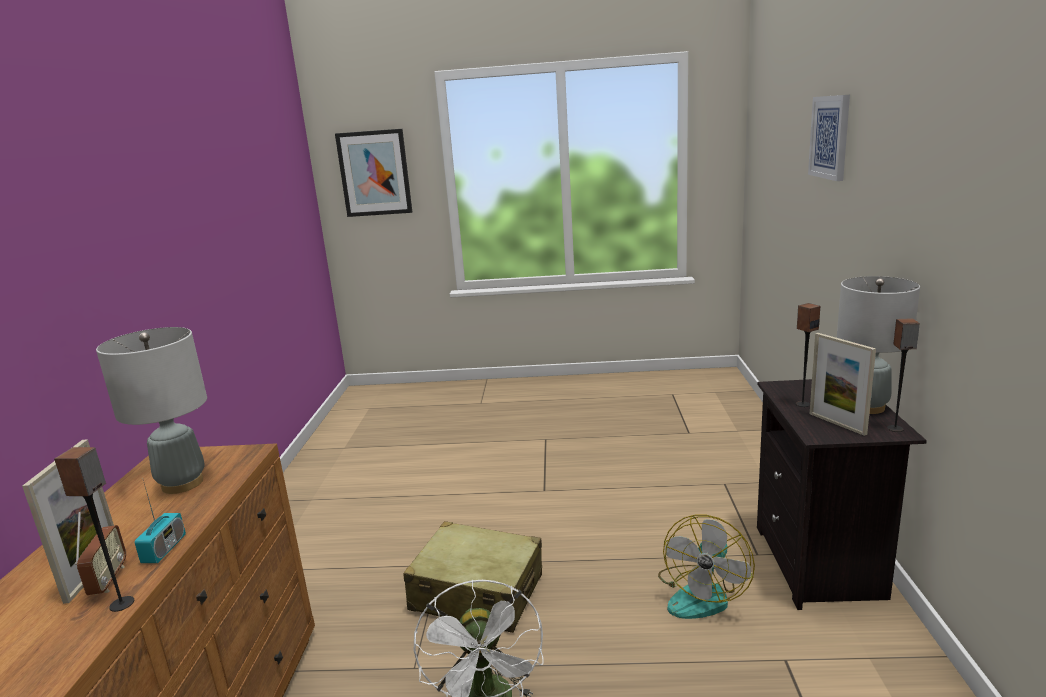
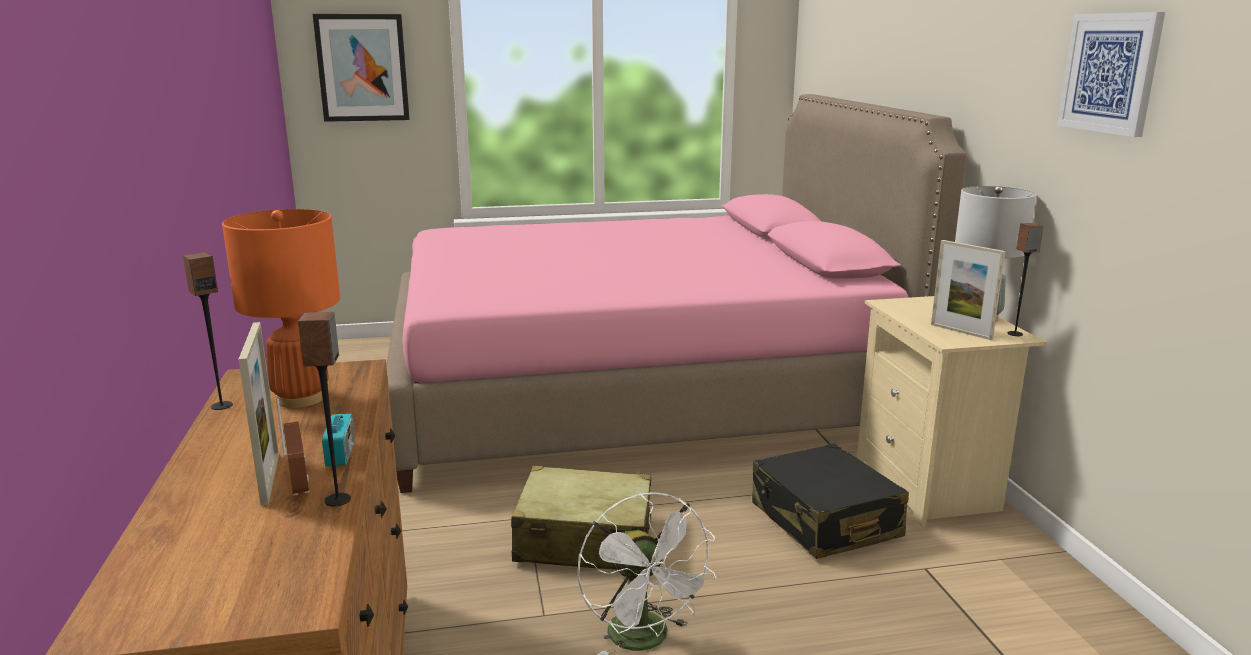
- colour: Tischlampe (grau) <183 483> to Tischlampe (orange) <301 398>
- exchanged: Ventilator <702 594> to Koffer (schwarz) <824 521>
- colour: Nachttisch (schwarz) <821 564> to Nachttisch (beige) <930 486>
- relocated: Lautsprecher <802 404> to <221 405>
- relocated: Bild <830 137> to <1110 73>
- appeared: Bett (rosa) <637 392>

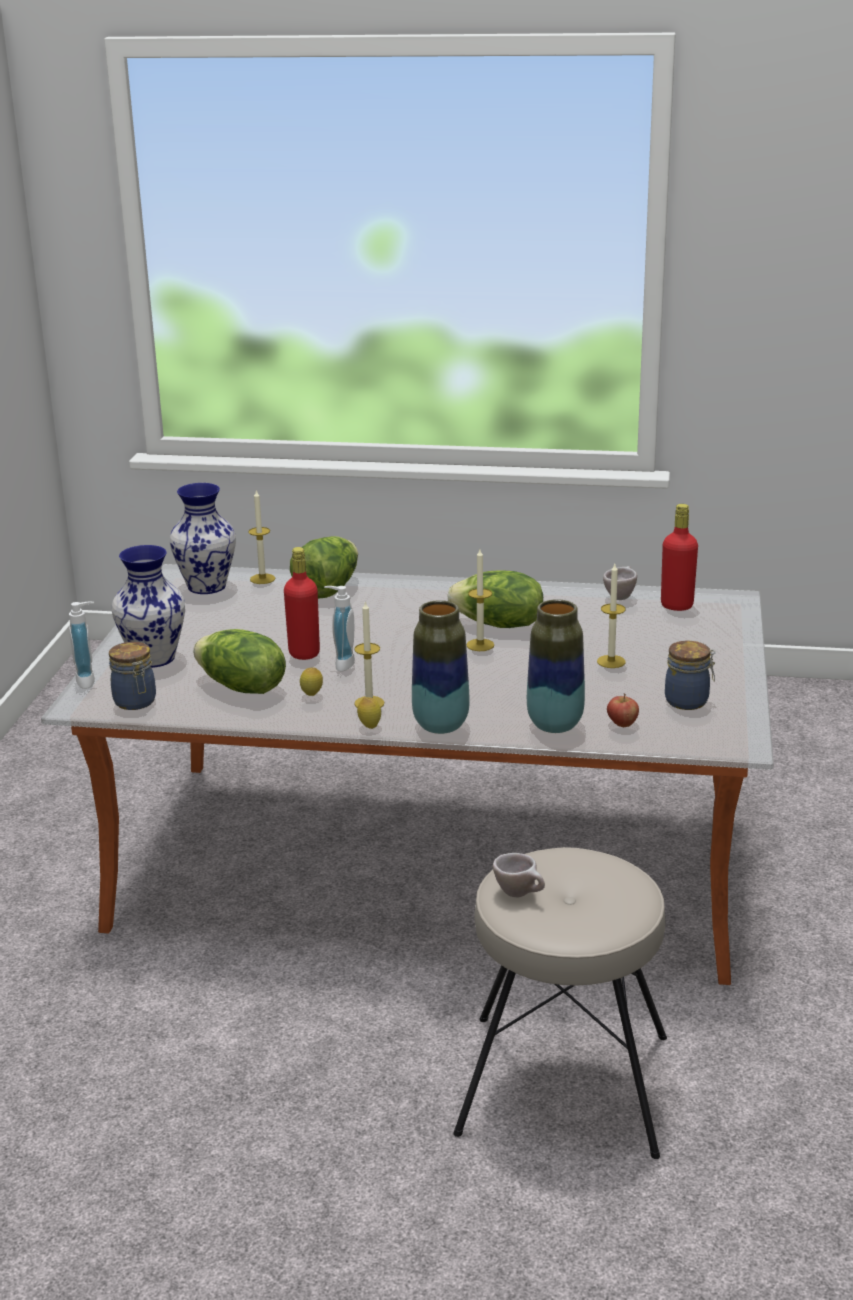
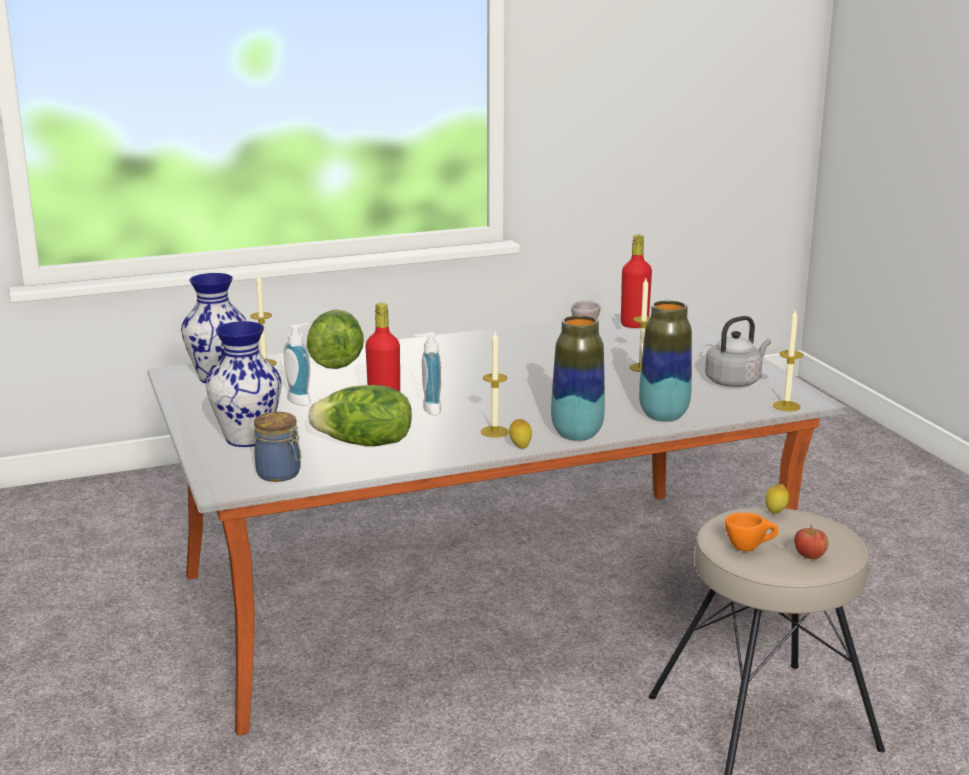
- relocated: Seifenspender <89 680> to <302 400>
- relocated: Zitrone <312 695> to <775 513>
- missing: Salatkopf <498 625>
- relocated: Kerze <480 645> to <786 406>
- colour: Tasse (beige) <520 894> to Tasse (orange) <749 548>
- relocated: Apfel <622 724> to <809 556>
- exchanged: Vorratsglas <688 701> to Wasserkessel (grau) <735 381>

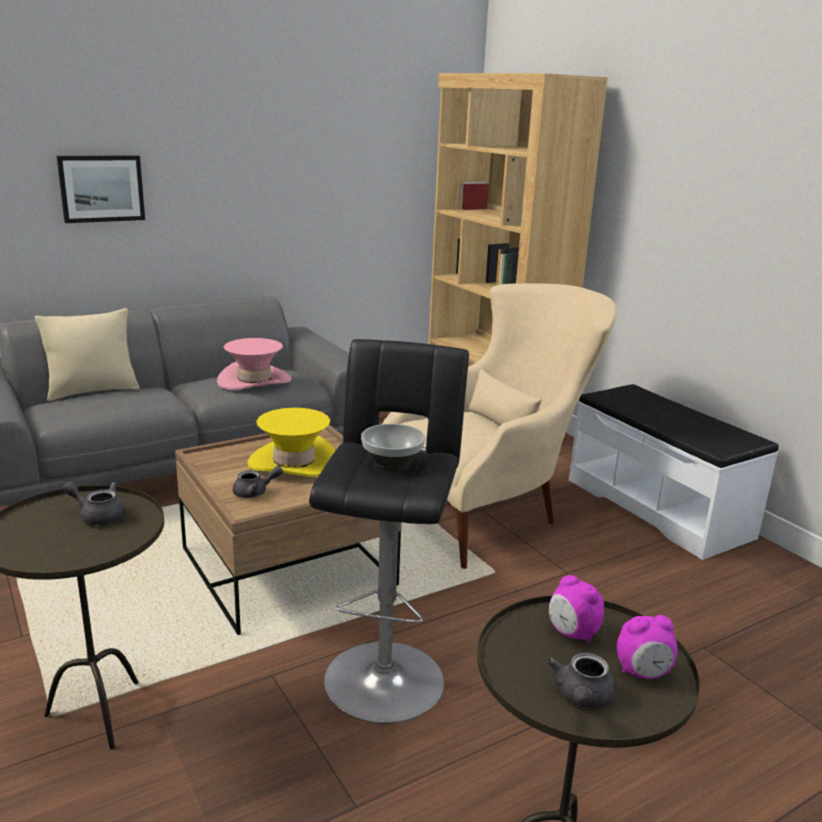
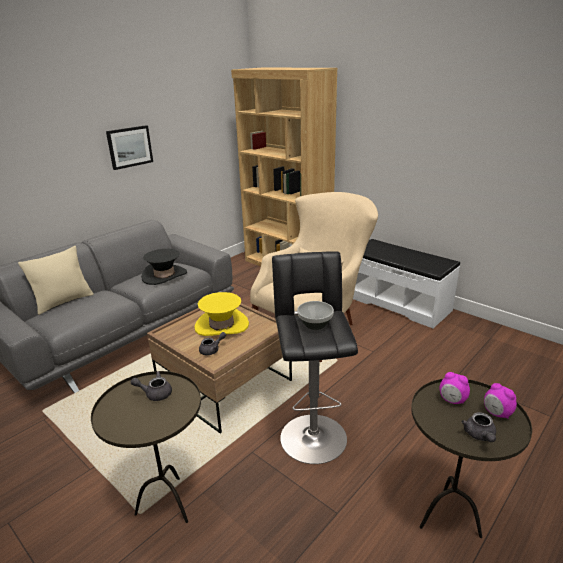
- relocated: Bild <101 188> to <129 147>
- colour: Hut (rosa) <254 380> to Hut (schwarz) <164 275>
- spun: Wecker <643 673> = <497 413> 75 degrees clockwise

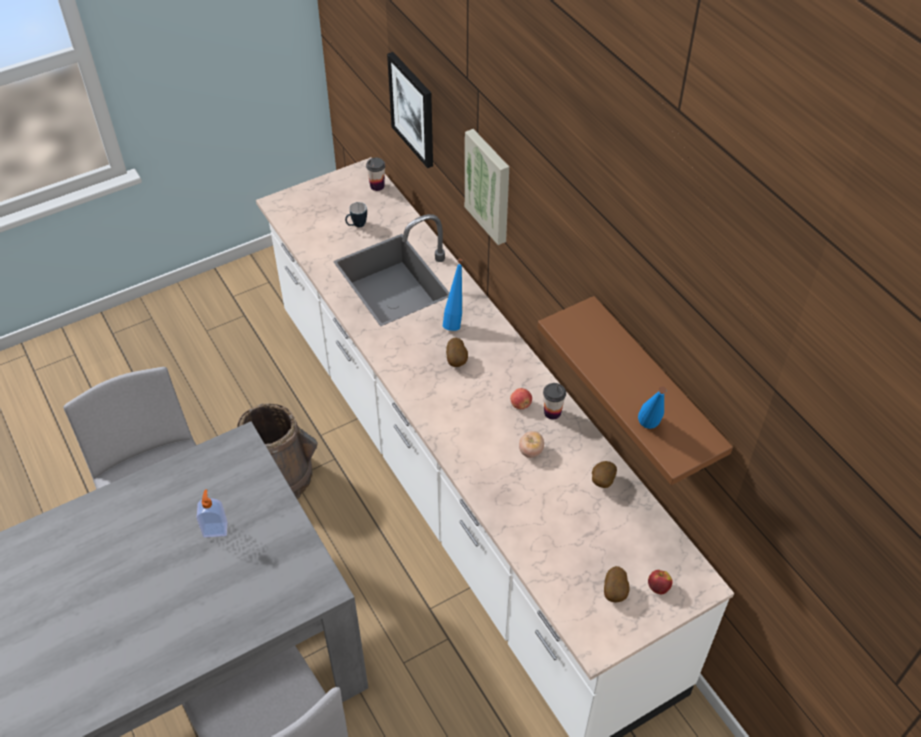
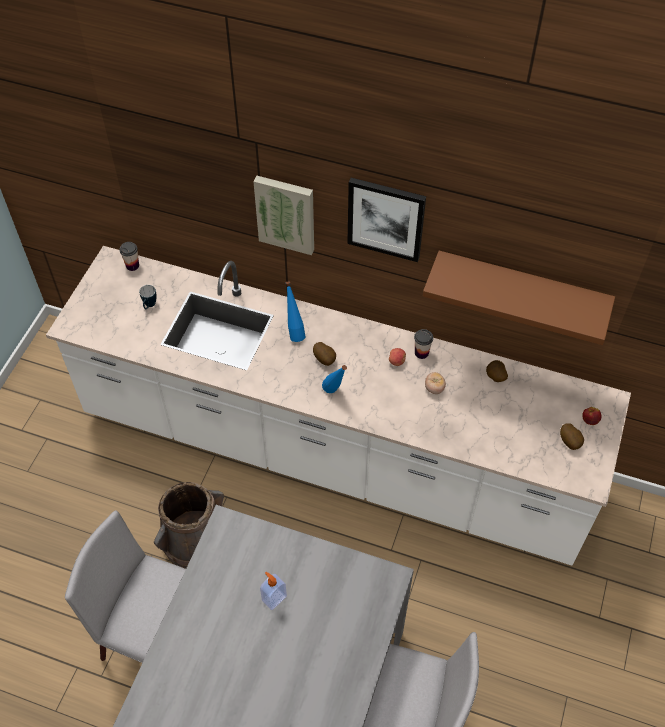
- relocated: Bild <413 109> to <386 218>
- relocated: Flasche (blau) <649 431> to <335 393>

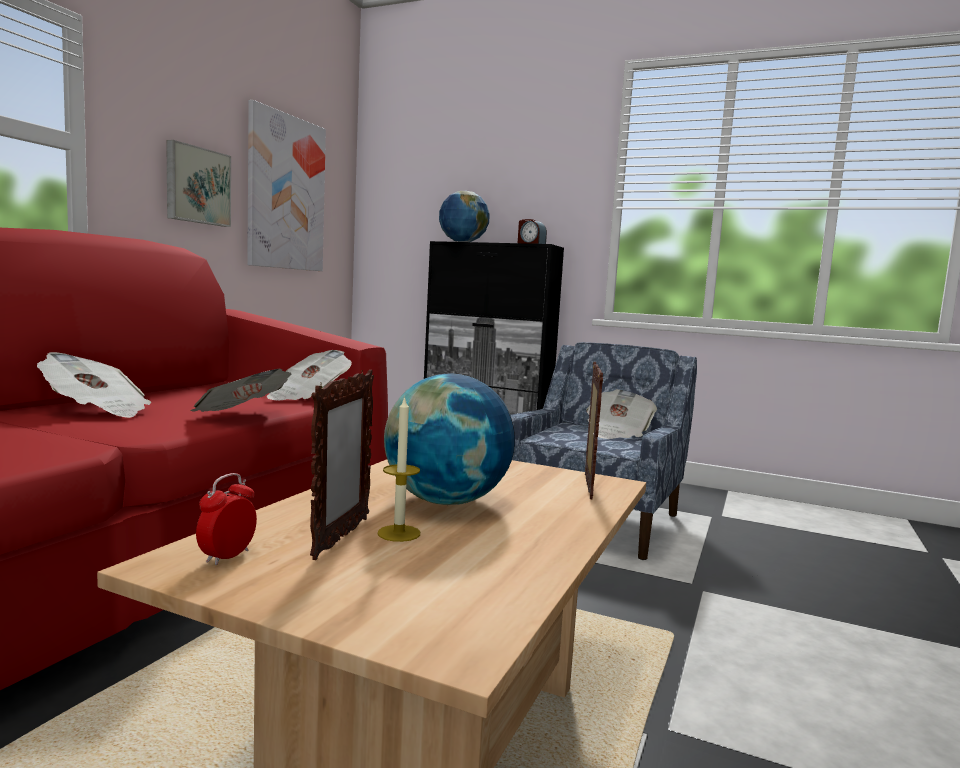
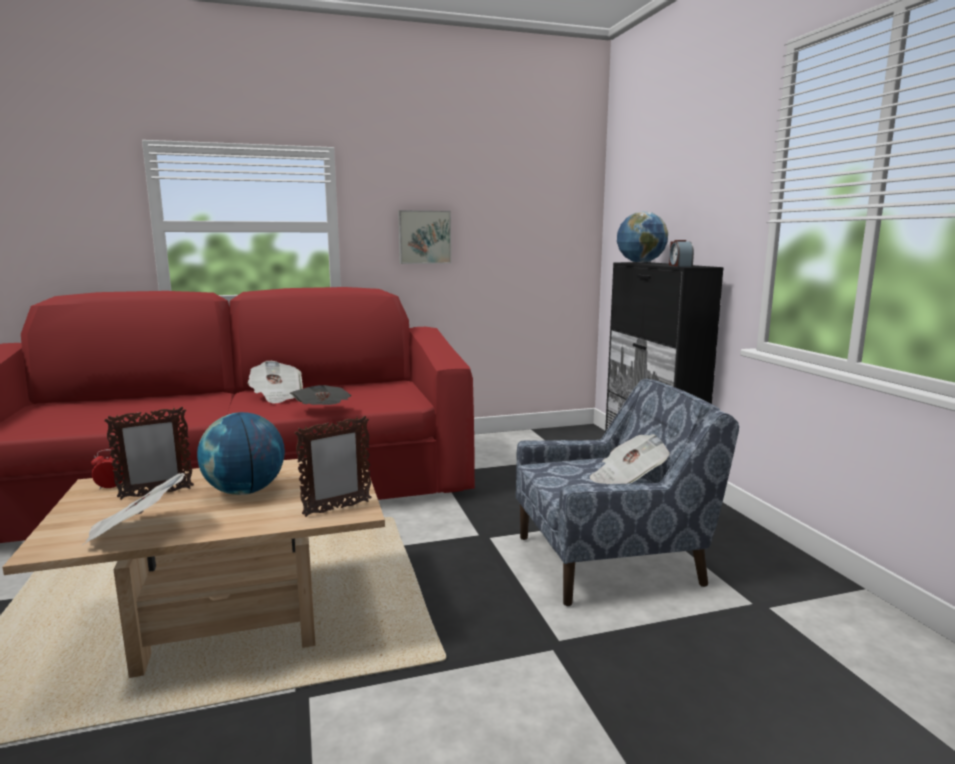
- missing: Bild <285 193>
- relocated: Zeitung <308 397> to <136 532>
- missing: Kerze <399 533>

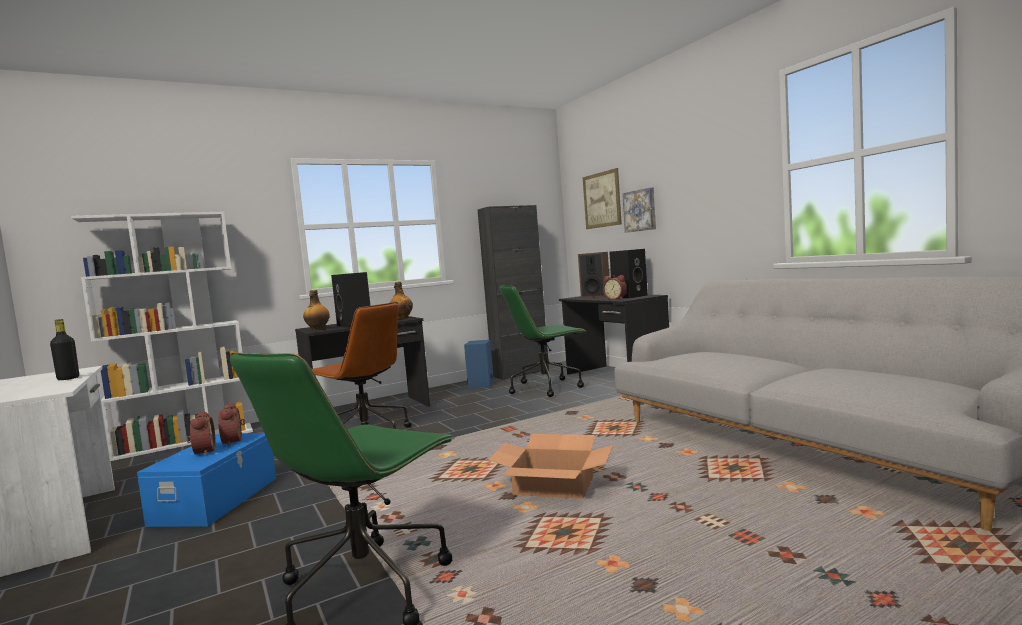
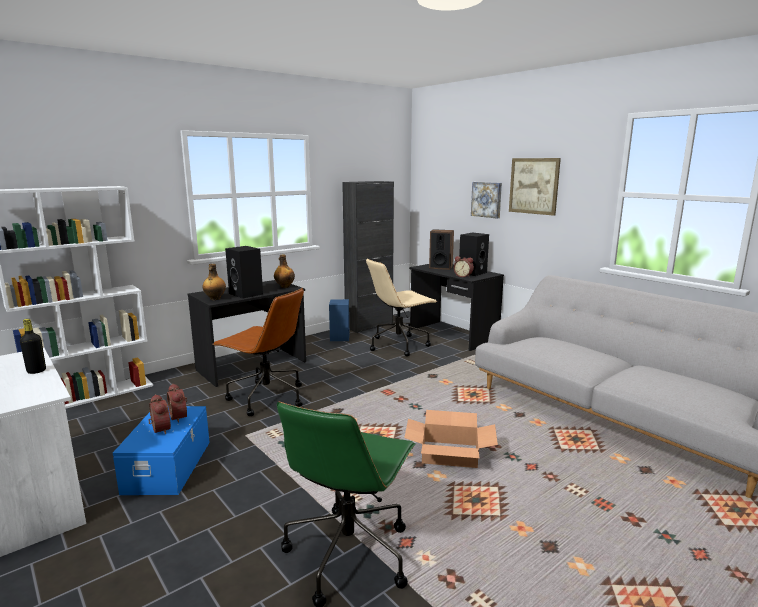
- colour: Bürostuhl (grün) <546 387> to Bürostuhl (beige) <399 345>
- relocated: Bild <602 200> to <533 186>

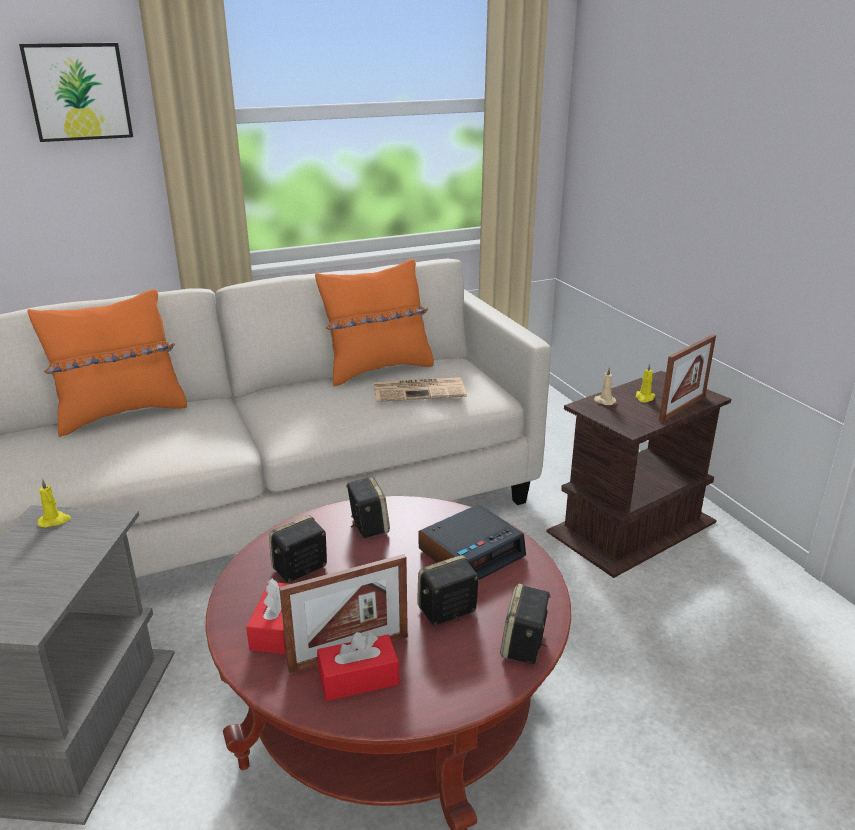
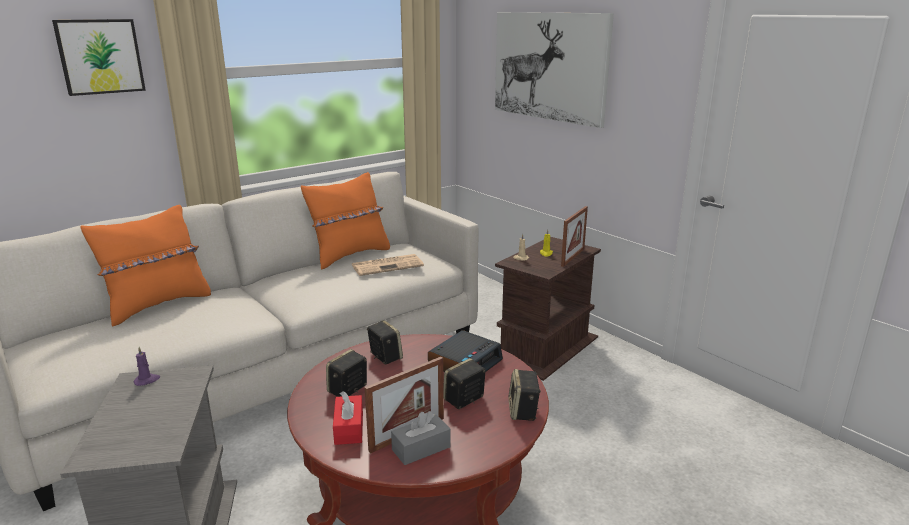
- colour: Kerze (gelb) <55 520> to Kerze (lila) <147 380>
- colour: Taschentuchbox (rot) <358 679> to Taschentuchbox (grau) <421 448>
- appeared: Bild <549 66>

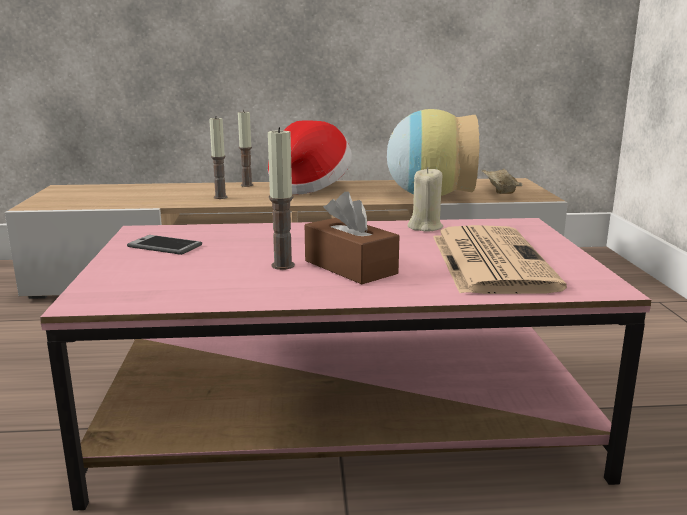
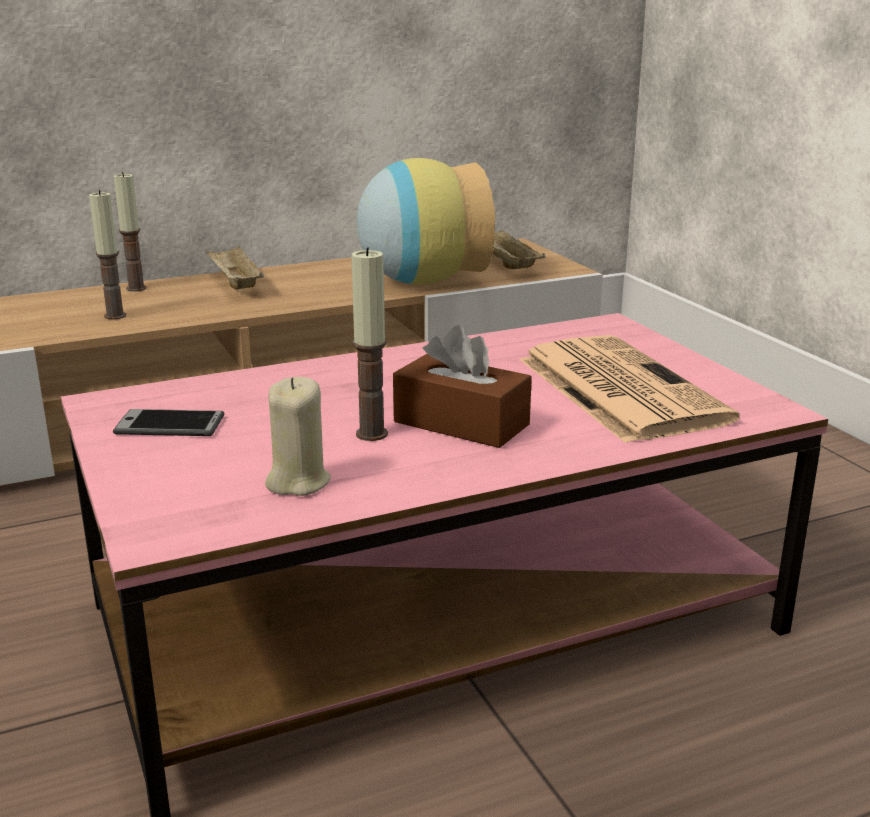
- exchanged: Hut <307 187> to Tablett (beige) <235 284>
- relocated: Kerze (beige) <425 227> to <298 482>

